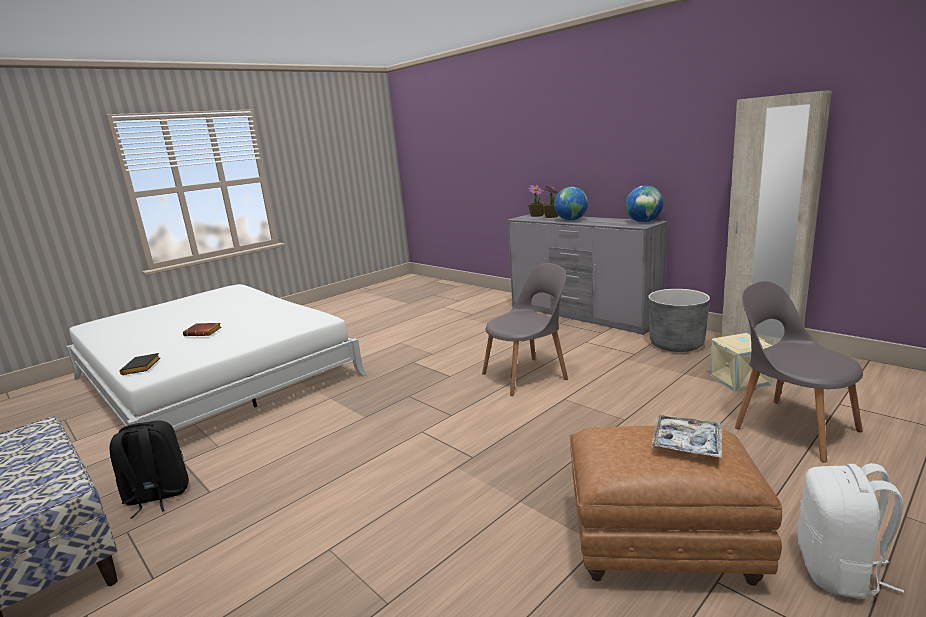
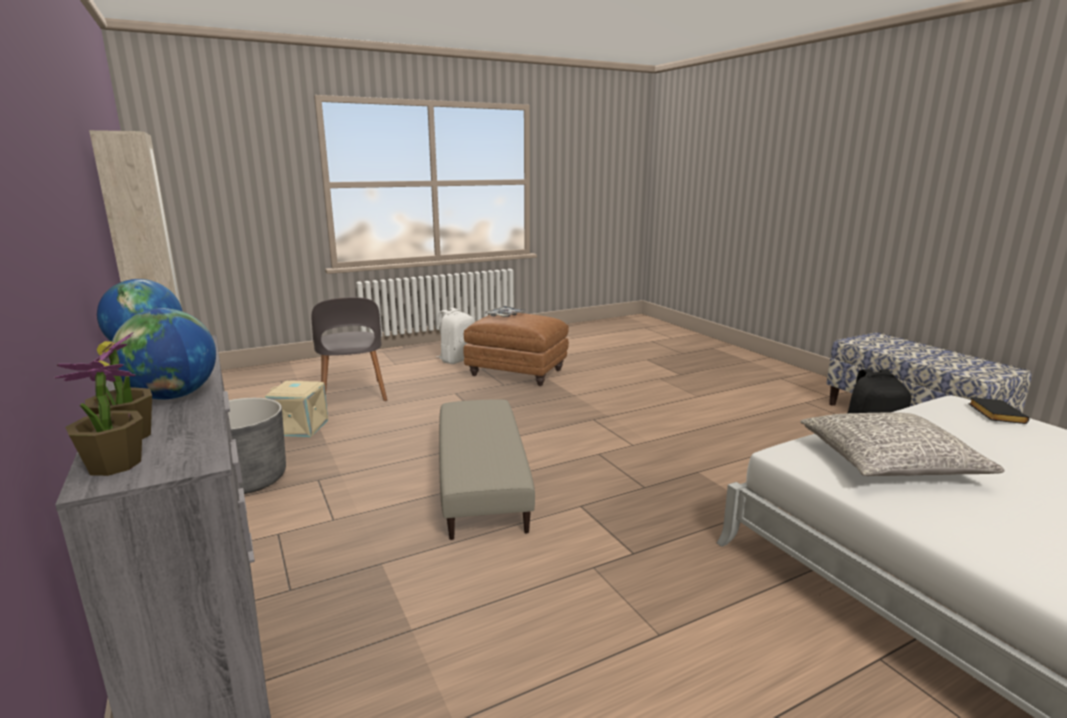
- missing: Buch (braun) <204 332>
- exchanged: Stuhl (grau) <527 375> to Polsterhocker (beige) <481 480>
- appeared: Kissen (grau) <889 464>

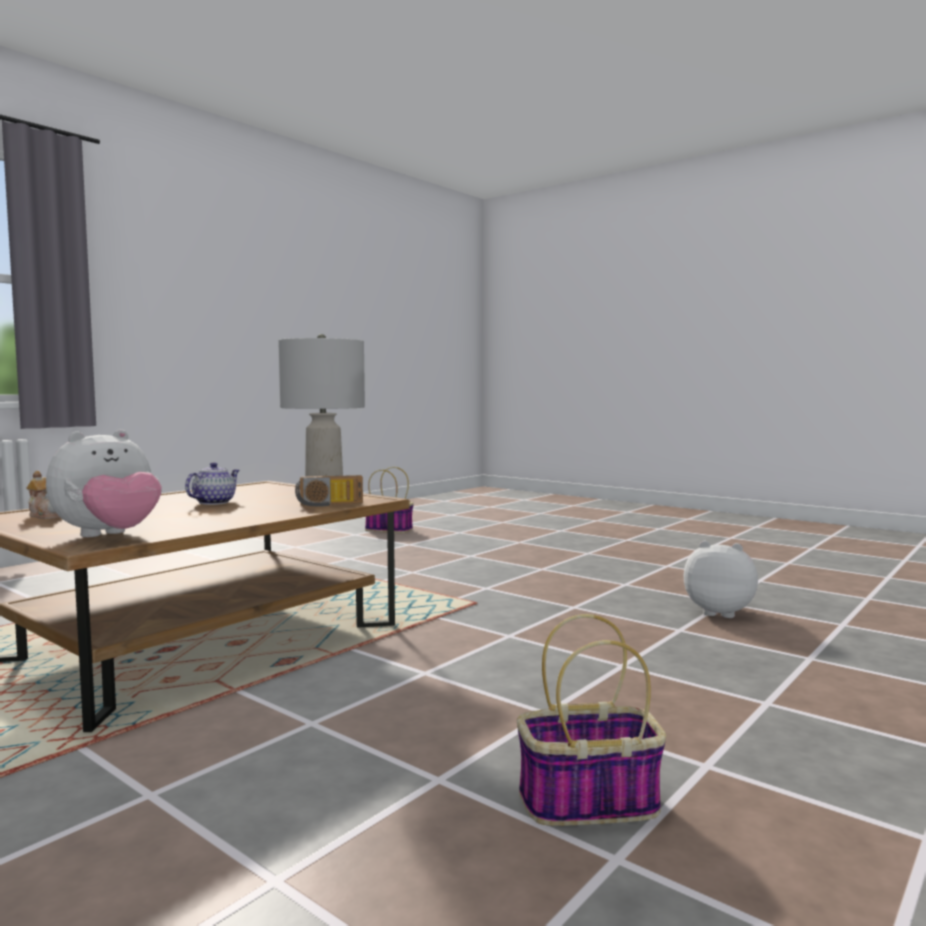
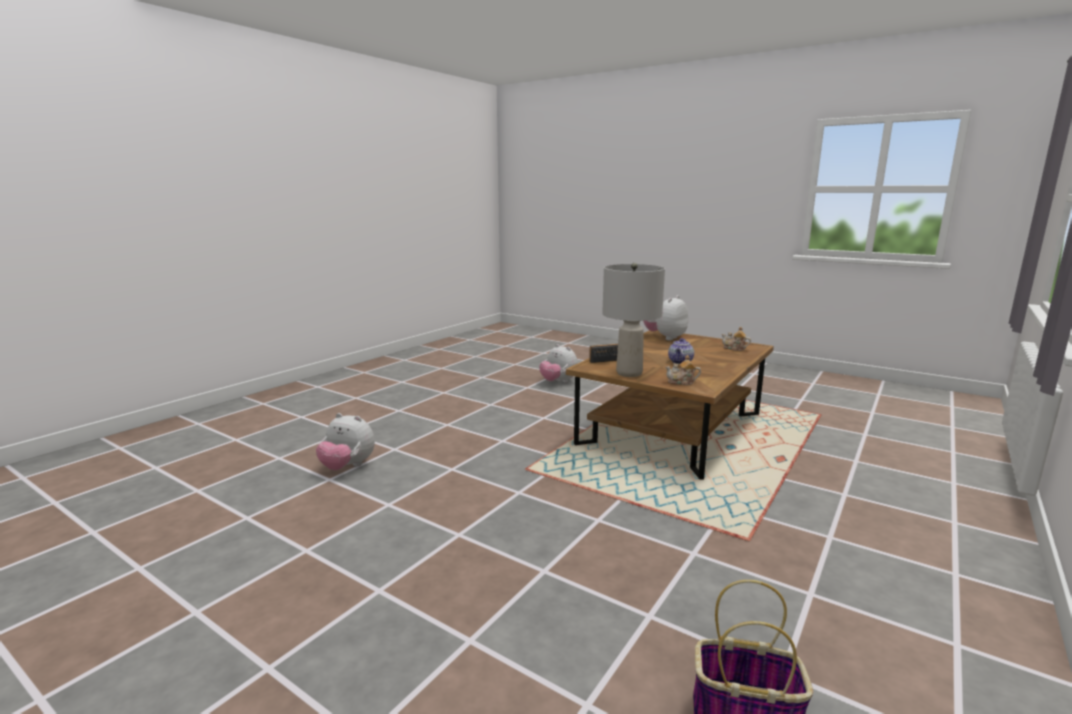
- missing: Korb <587 803>
- appeared: Plüschtier <558 382>
- appeared: Teekanne <682 382>

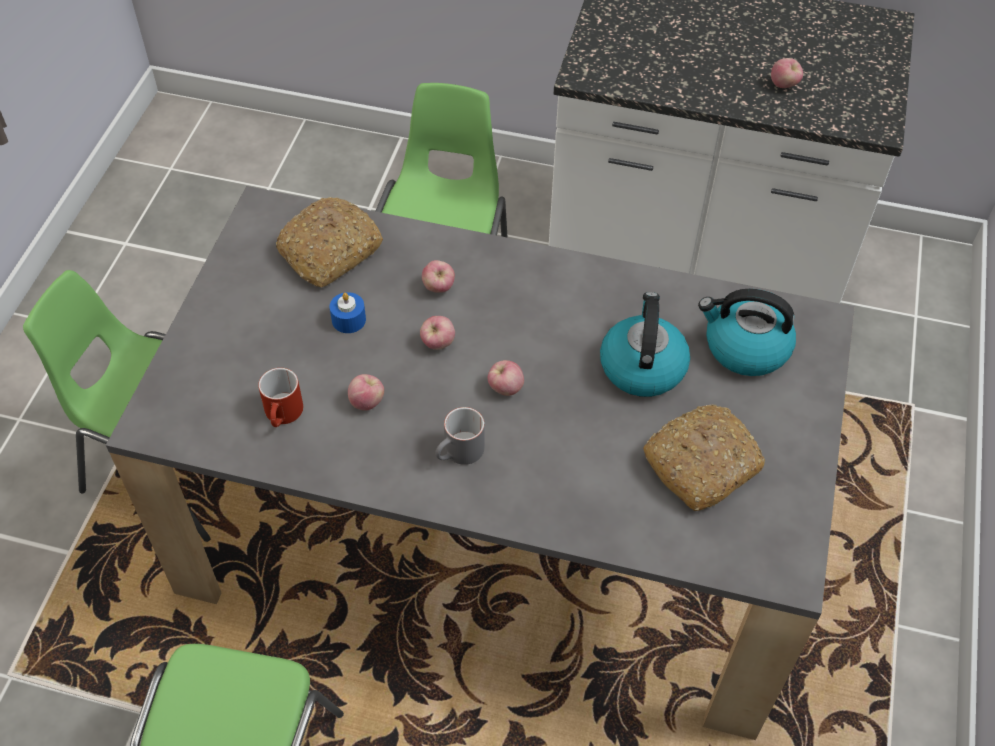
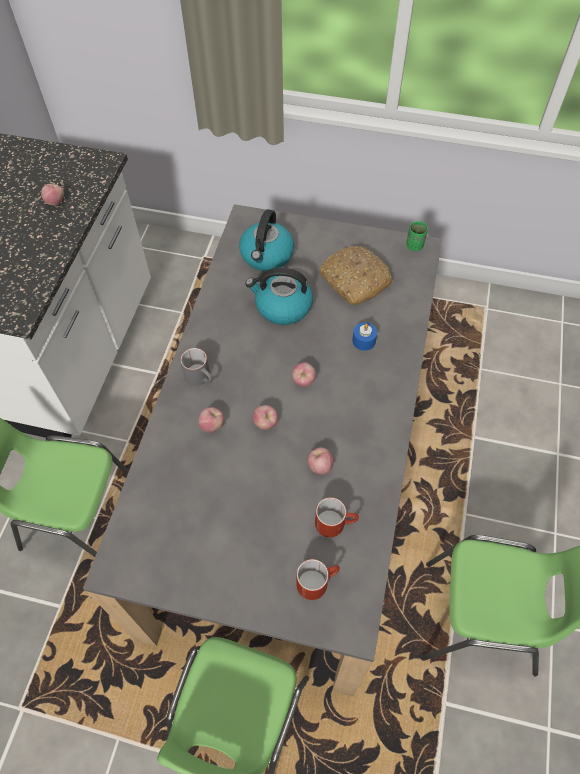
- missing: Brot <330 252>
- relocated: Kerze (blau) <348 320> to <364 341>
- relocated: Henkelbecher (grau) <459 454> to <201 377>
- appeared: Henkelbecher (rot) <317 581>
- appeared: Tasse (grün) <414 246>

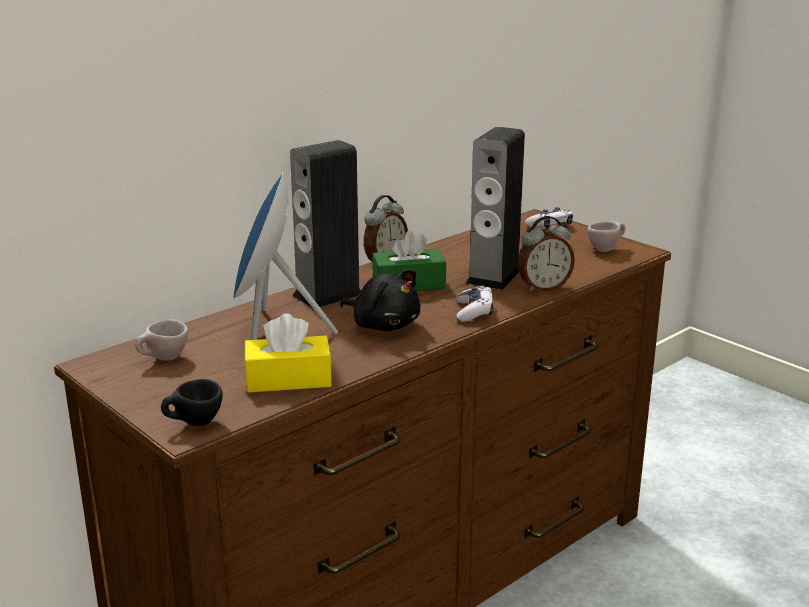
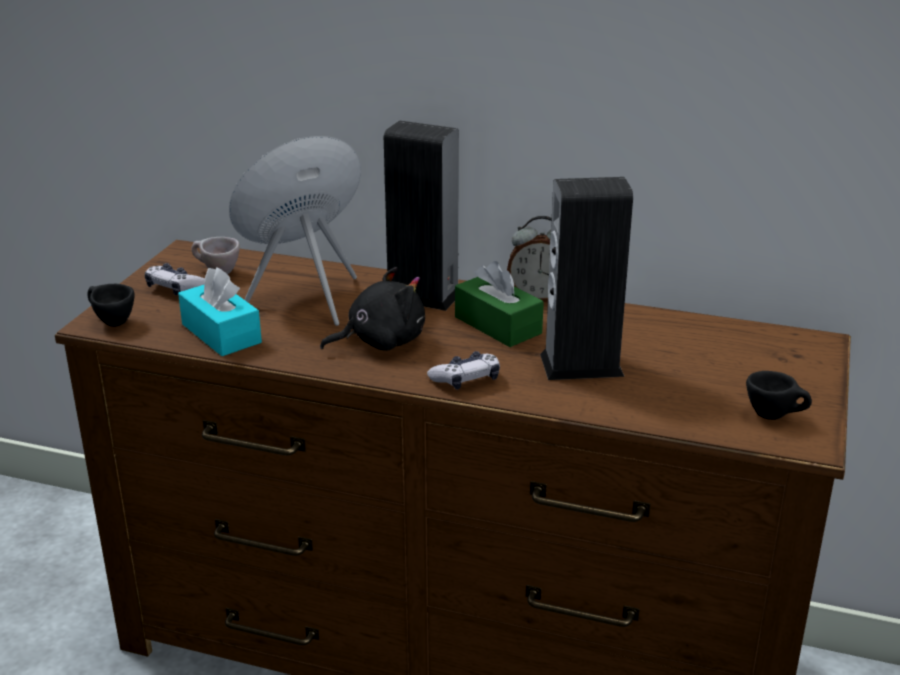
- colour: Taschentuchbox (gelb) <288 379> to Taschentuchbox (türkis) <221 333>
- spun: Plüschtier (schwarz) <383 325> = <381 341> 120 degrees counterclockwise
- missing: Wecker <543 288>
- relocated: Gamepad <550 226> to <175 288>
- colour: Tasse (beige) <606 249> to Tasse (schwarz) <775 416>

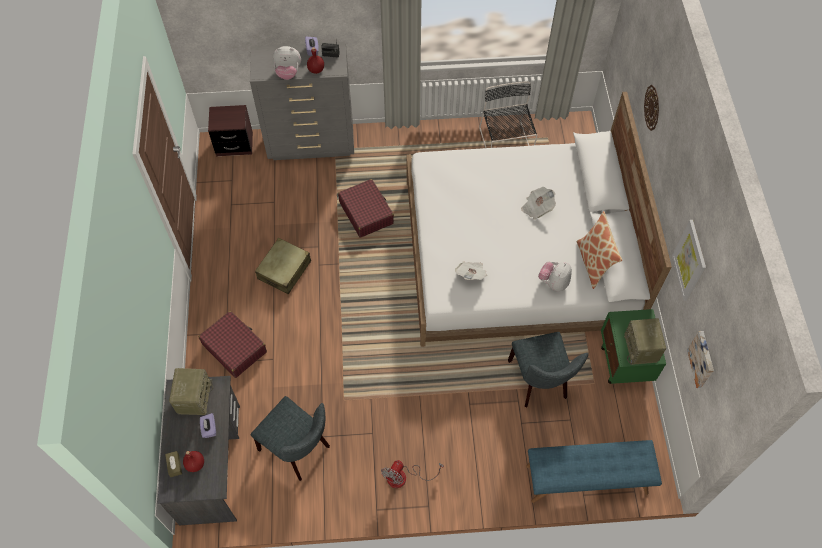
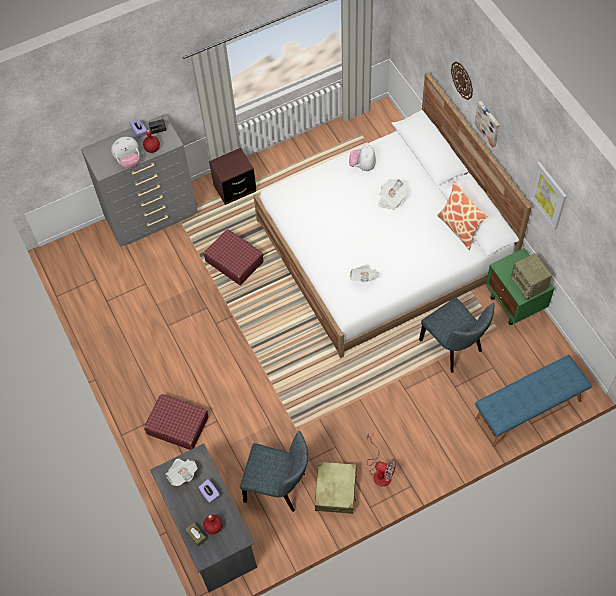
- exchanged: Radio <194 397> to Zeitung <182 474>
- relocated: Nachttisch (braun) <234 144> to <235 188>
- relocated: Koffer (beige) <284 270> to <336 490>
- spun: Ventilator <404 477> = <380 471> 75 degrees counterclockwise
- missing: Stuhl (schwarz) <506 143>
- relocated: Plüschtier <553 282> to <362 166>
- relocated: Bild <702 359> to <488 123>

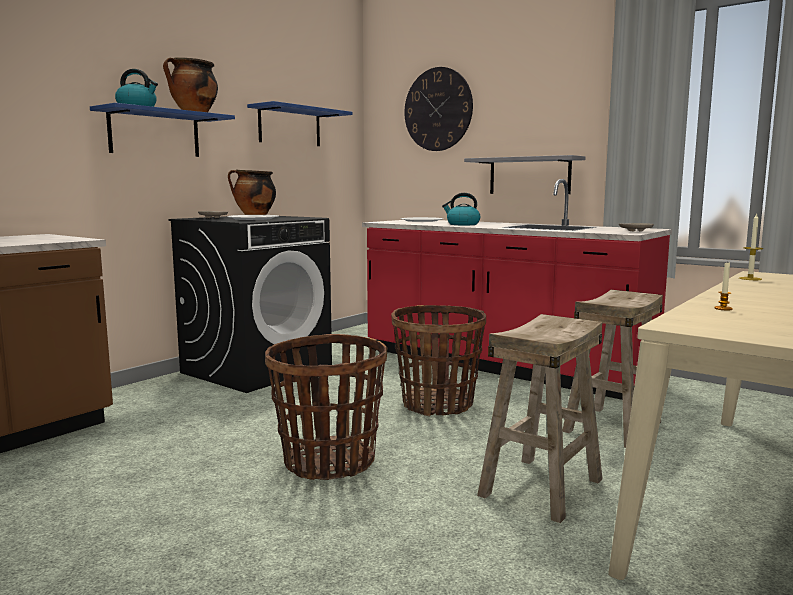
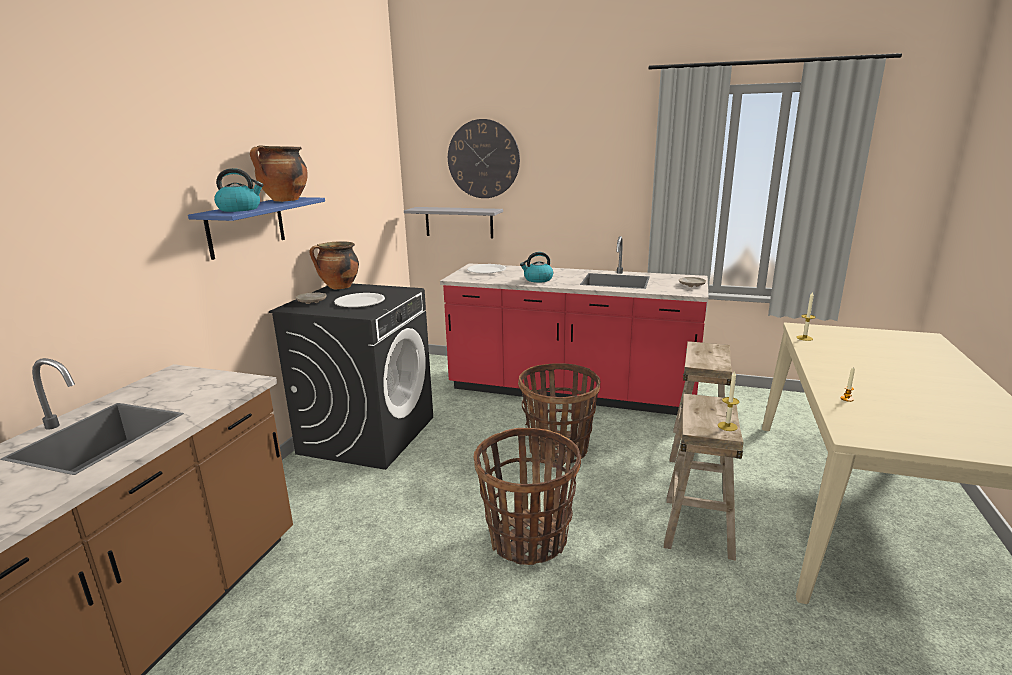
- missing: Wandregal (blau) <289 127>
- relocated: Wandregal (grau) <529 176> to <459 222>
- appeared: Kerze <727 426>

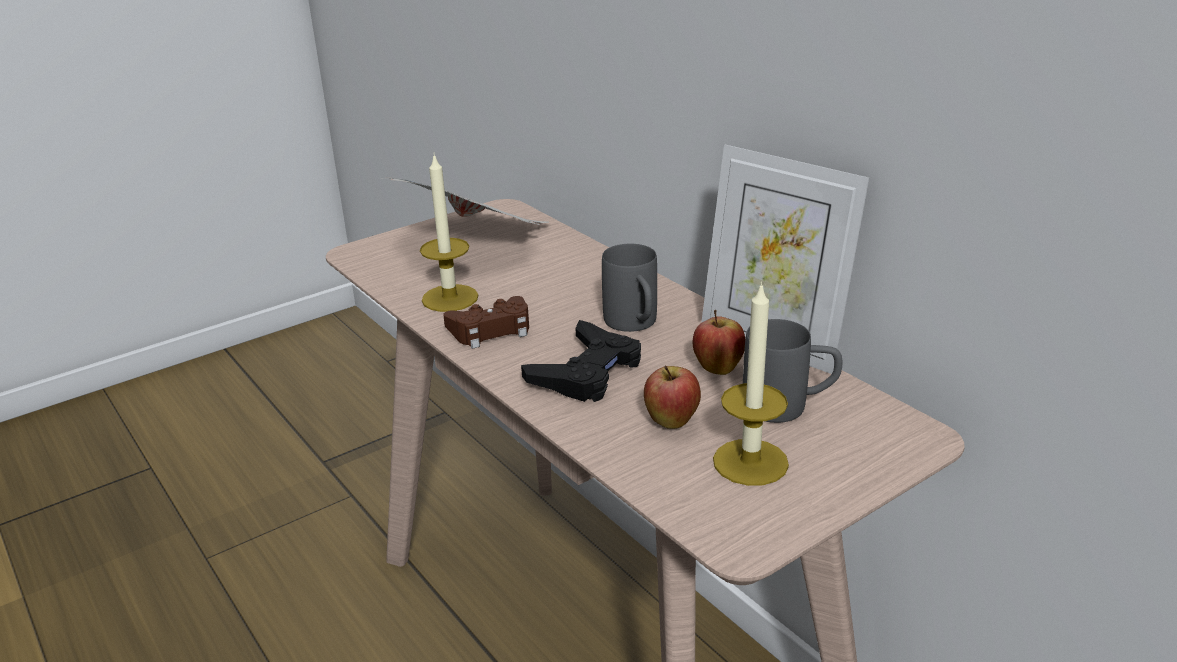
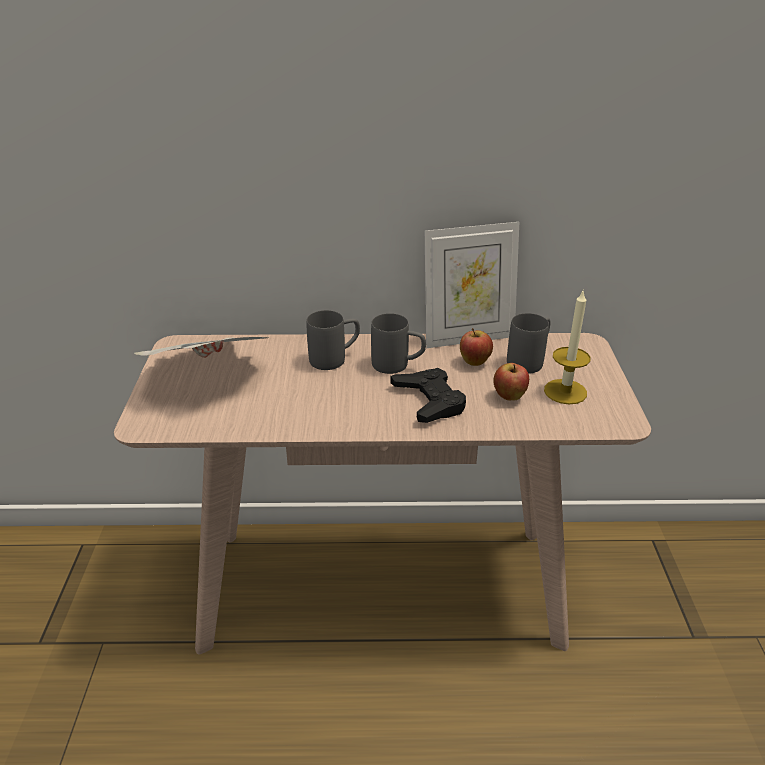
- missing: Kerze <450 298>
- missing: Gamepad (braun) <491 330>
- appeared: Henkelbecher (grau) <335 358>

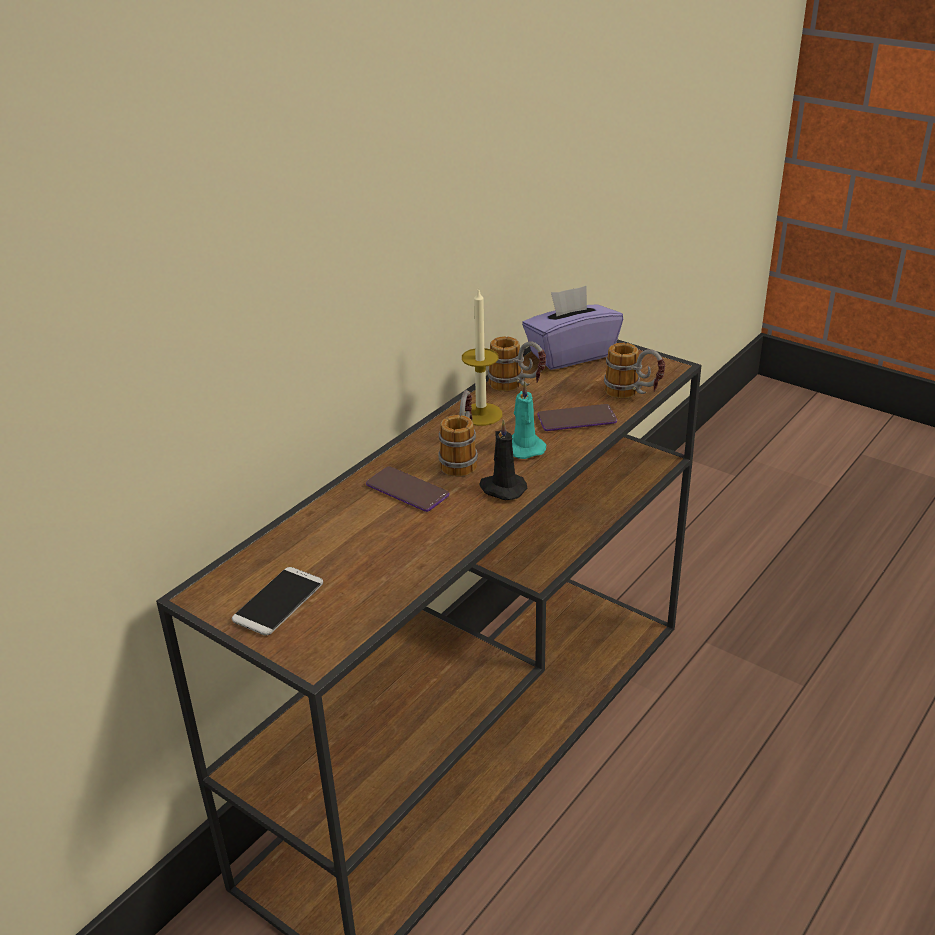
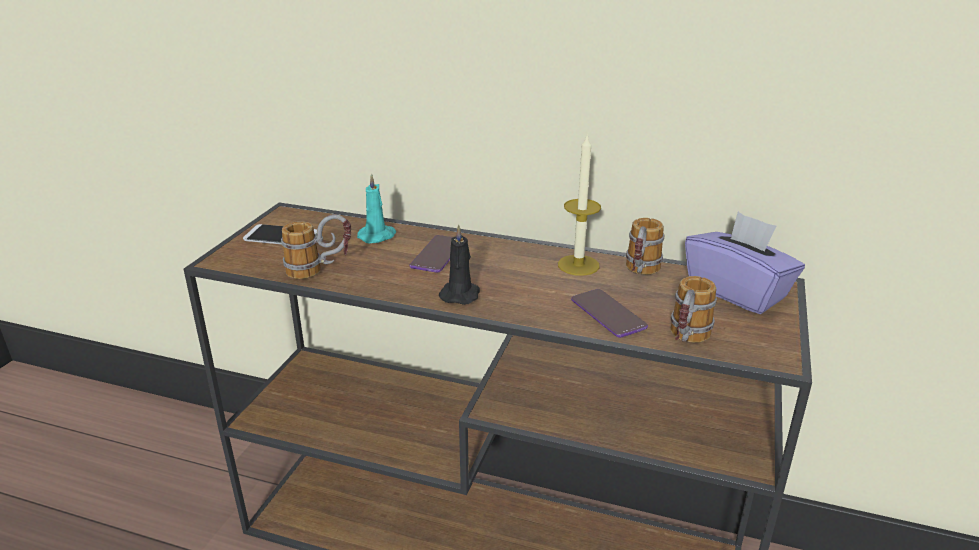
- relocated: Henkelbecher <462 457> to <320 270>
- relocated: Kerze (türkis) <523 447> to <378 236>

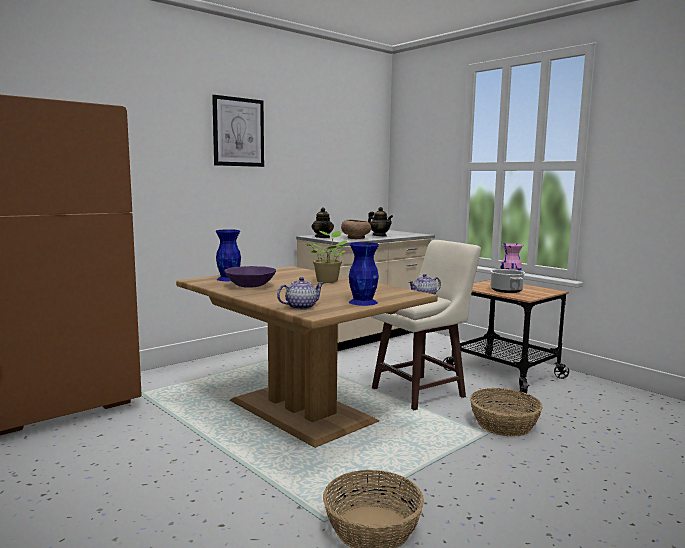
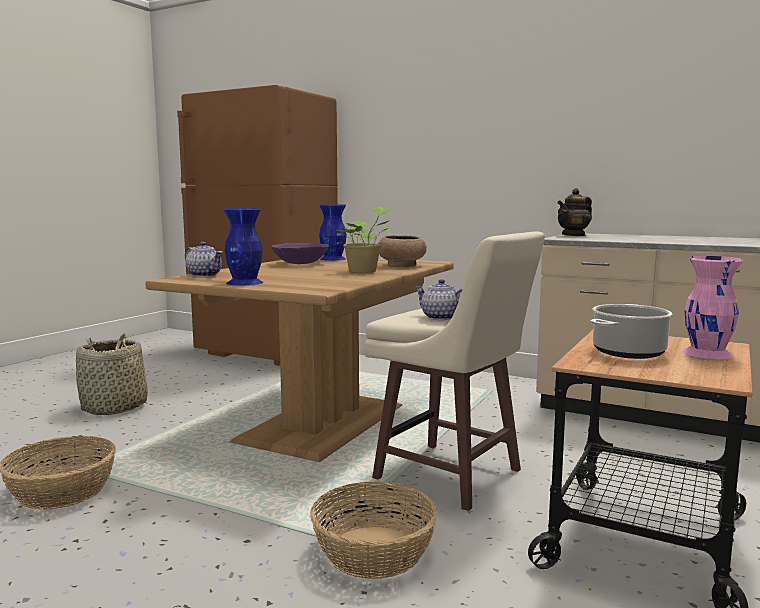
- missing: Bild <238 132>
- relocated: Schüssel (braun) <356 238> to <402 266>
- missing: Teekanne <379 236>
- appeared: Korb <115 407>

